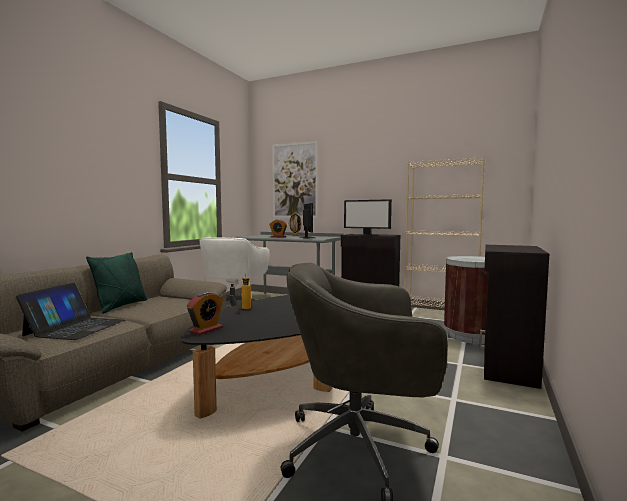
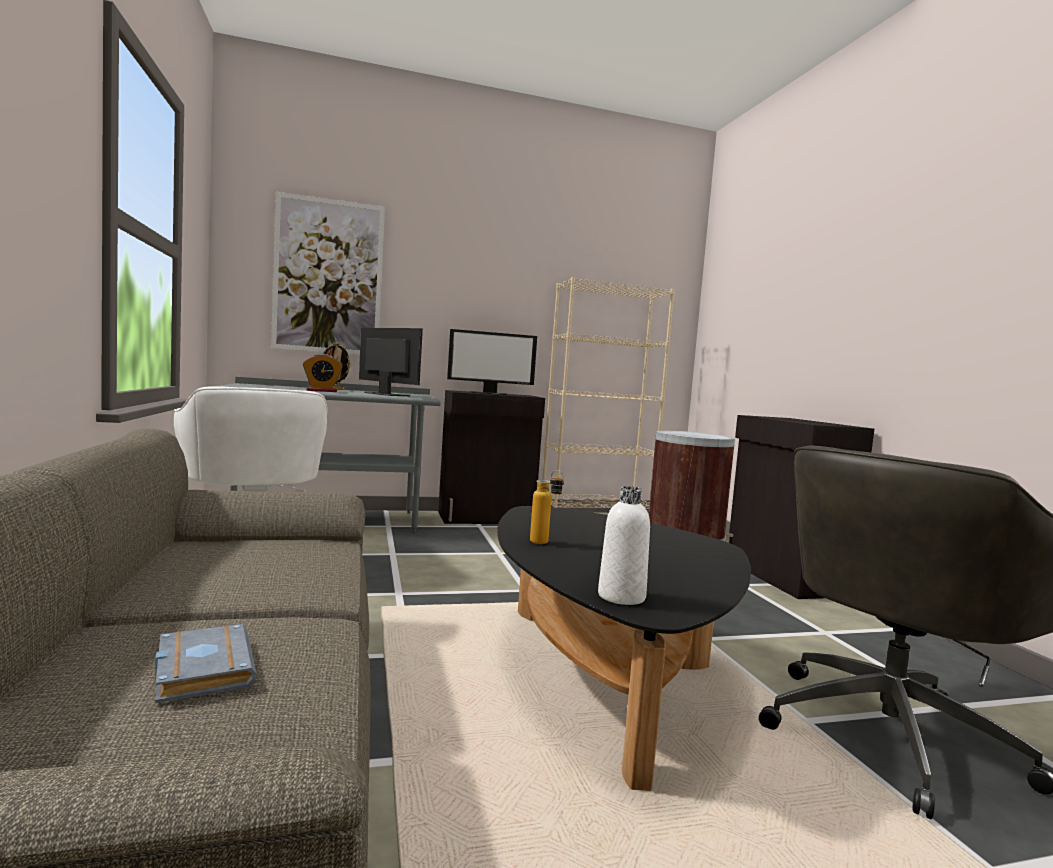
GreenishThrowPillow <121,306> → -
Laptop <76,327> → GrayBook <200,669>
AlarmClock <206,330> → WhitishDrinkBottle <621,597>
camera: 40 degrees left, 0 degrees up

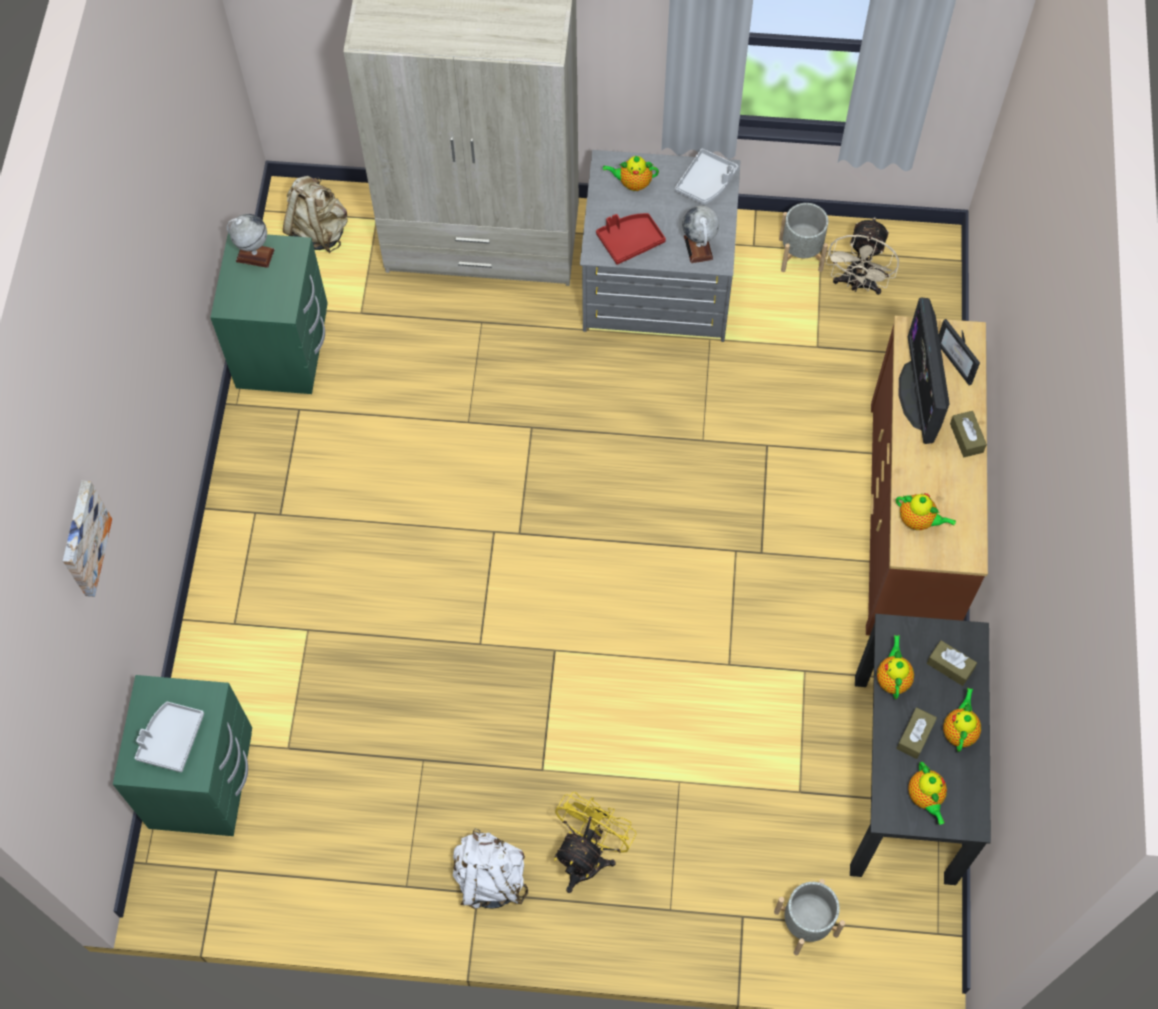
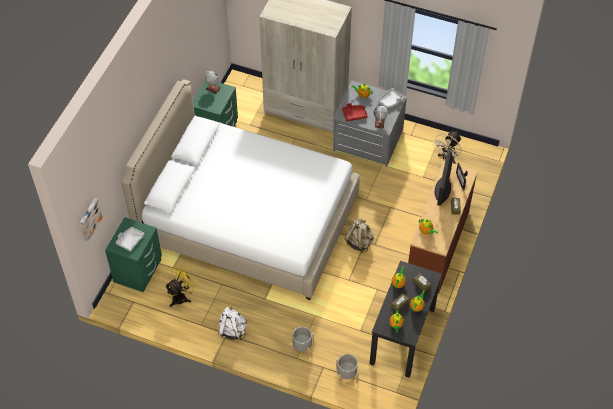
BeigeColouredRucksack <319,231> → BeigeColouredRucksack <359,242>, shifted
GrayFlowerPot <801,254> → GrayFlowerPot <302,348>, shifted
WallArt <82,538> → WallArt <89,219>, shifted
YellowishCoolingFan <588,855> → YellowishCoolingFan <182,296>, shifted
- → WhitishSleepingBed <248,220>
camera: 15 degrees right, 10 degrees down

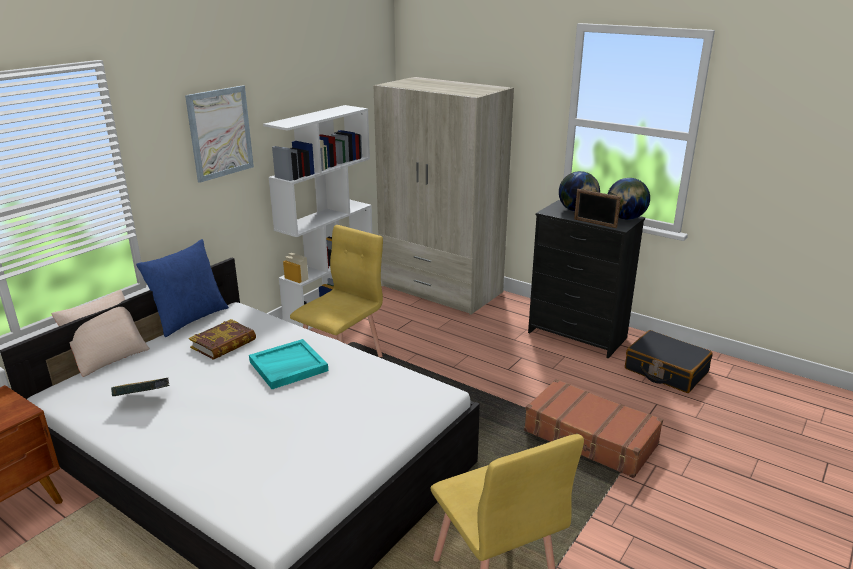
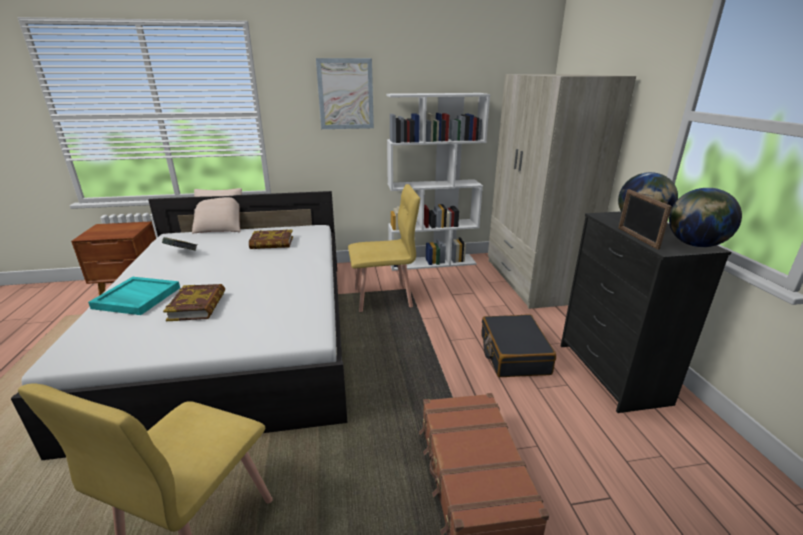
BlueColouredThrowPillow <189,318> → -
BlackTravelCase <665,371> → BlackTravelCase <513,354>, shifted
TurquoiseColouredServingTray <288,367> → TurquoiseColouredServingTray <136,298>, shifted
- → Book <198,306>
camera: 45 degrees right, 0 degrees up

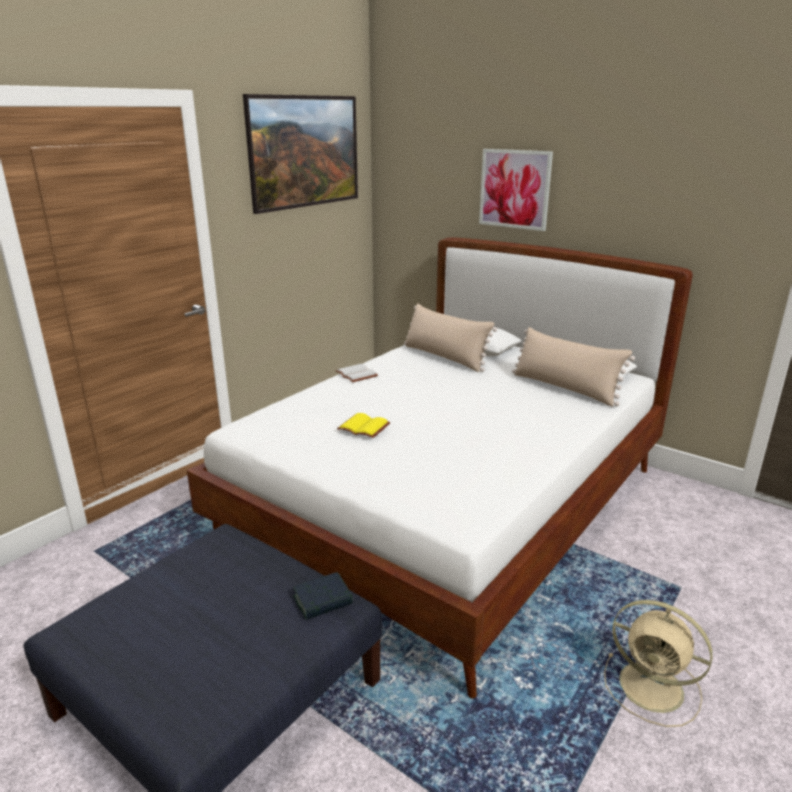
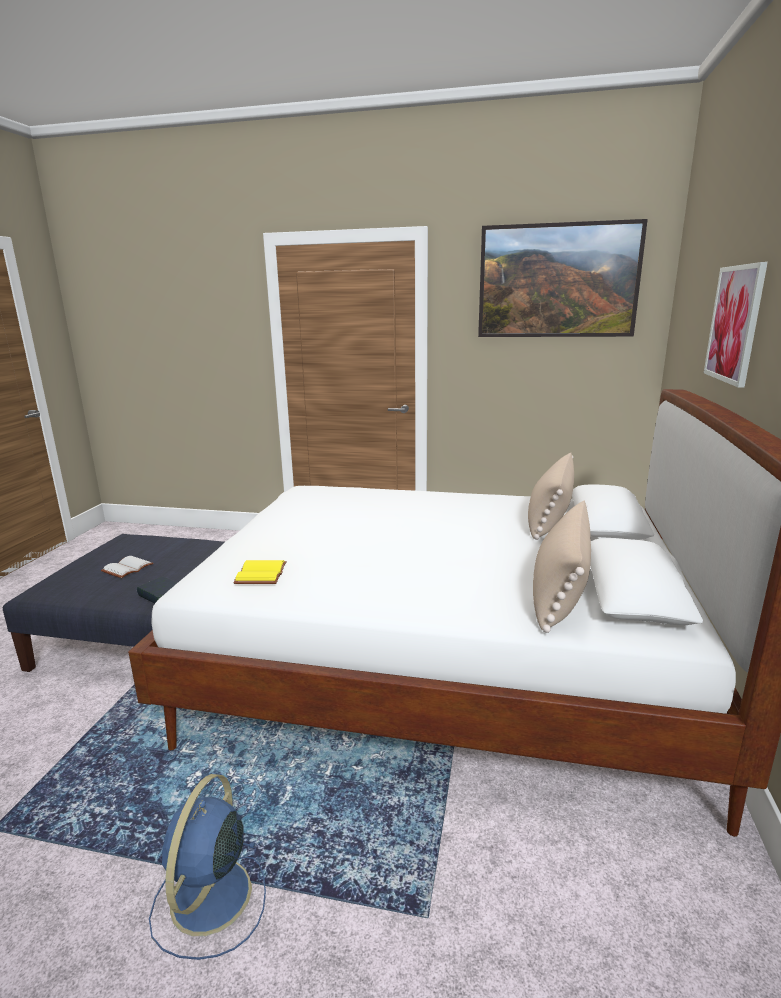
WhitishBook <357,374> → WhitishBook <128,569>, shifted
YellowishBook <365,427> → YellowishBook <262,574>, shifted
BeigeColouredCoolingFan <653,688> → BlueColouredCoolingFan <210,899>
camera: 65 degrees right, 5 degrees down

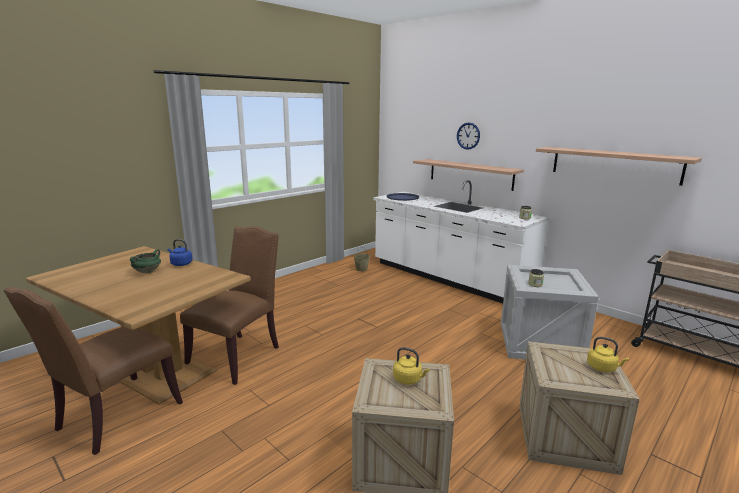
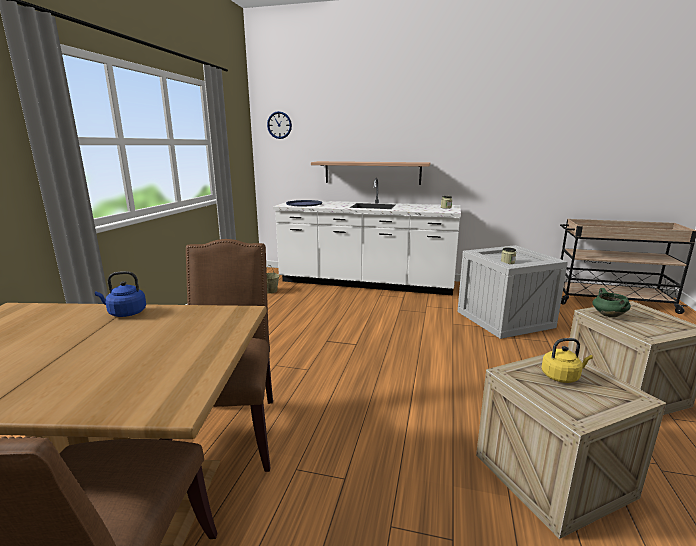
WallClock <468,136> → WallClock <279,125>, shifted
BracketShelf <614,164> → -
GreenishSaucepot <147,271> → GreenishSaucepot <608,315>, shifted
YellowishTeaKettle <603,368> → -
camera: 30 degrees left, 0 degrees up

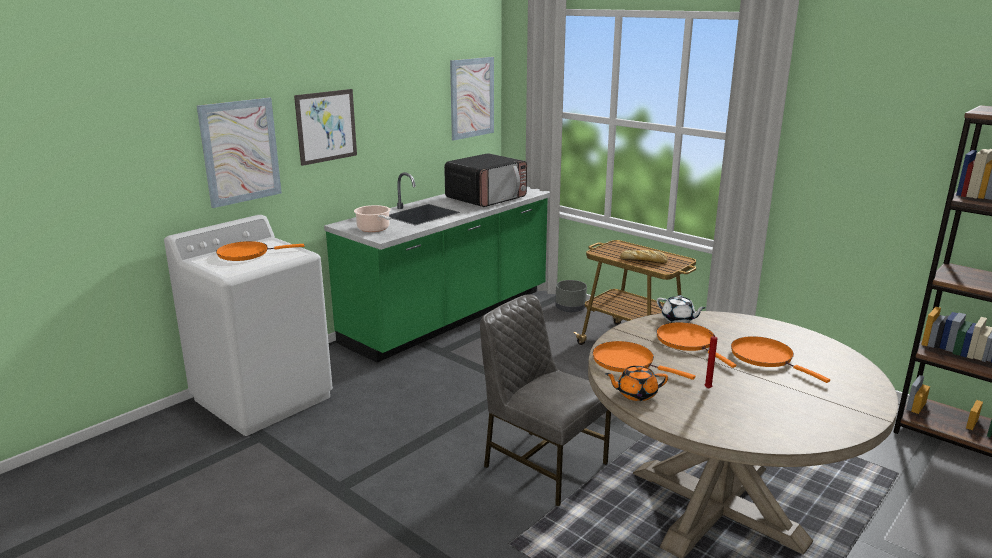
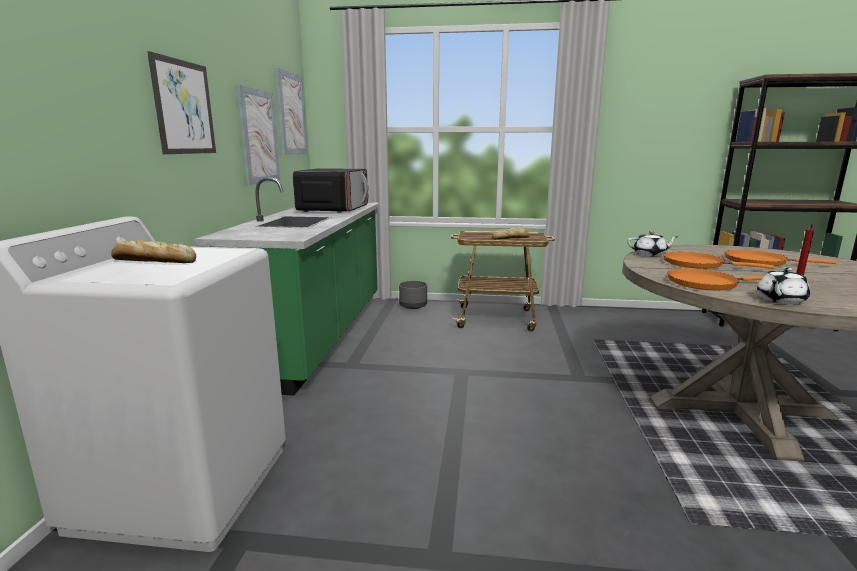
WallArt <240,151> → WallArt <259,137>, shifted
Saucepot <374,229> → -
OrangeySkillet <247,254> → BakedBread <153,261>
GrayUprightChair <543,465> → -
OrangeyTeaPot <635,394> → WhitishTeaPot <780,300>
camera: 35 degrees left, 5 degrees down

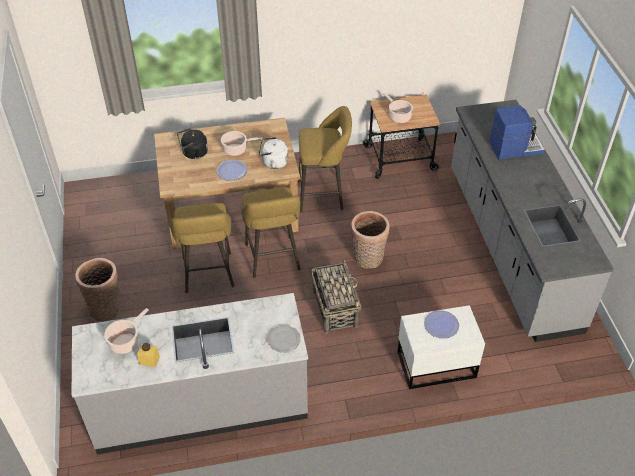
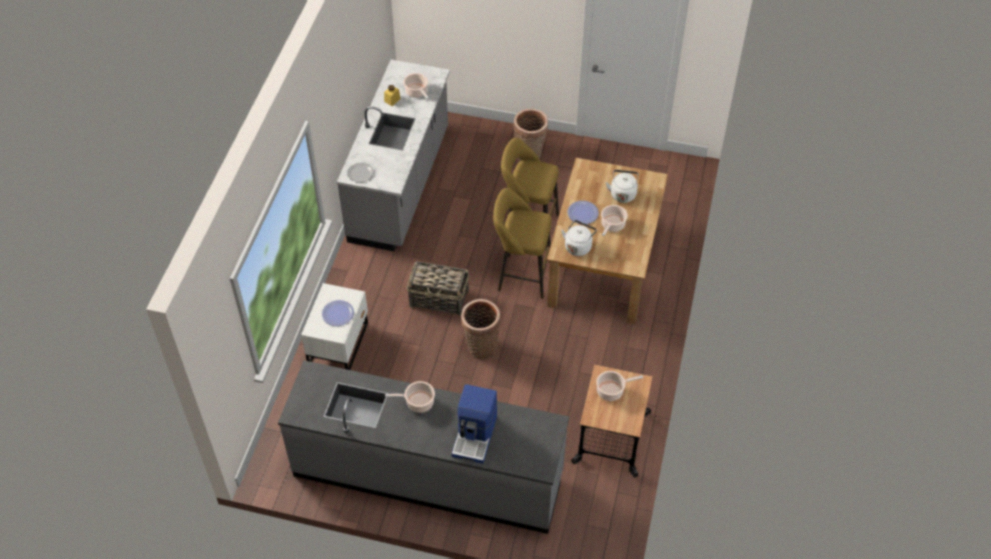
YellowishSittingStool <323,195> → -
BlackTeaKettle <193,153> → WhitishTeaKettle <623,193>
- → Saucepot <418,402>
camera: 115 degrees right, 5 degrees up

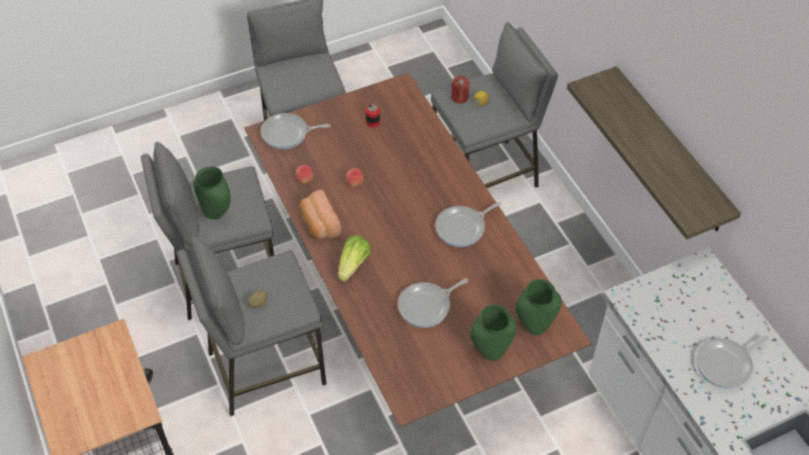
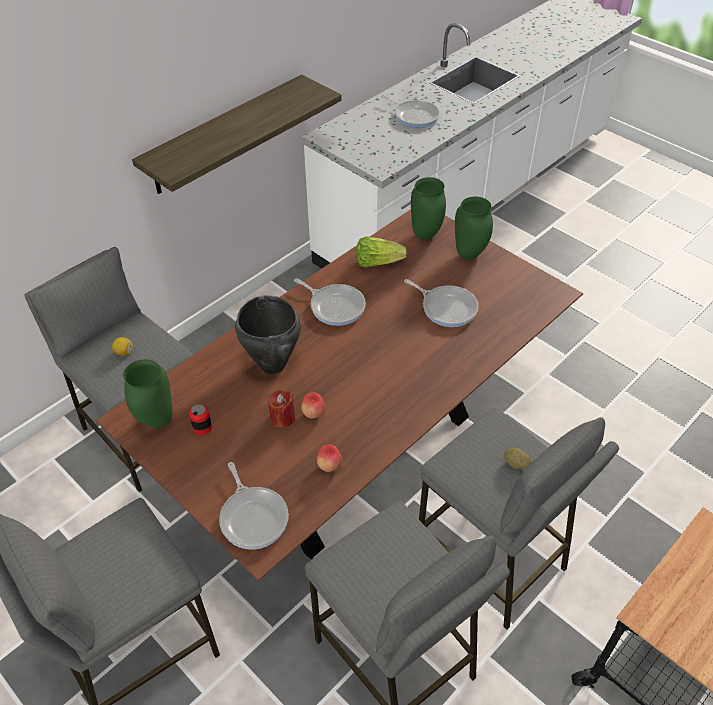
RedColouredCandle <459,97> → RedColouredCandle <282,418>, shifted
GreenishVase <218,213> → GreenishVase <156,421>, shifted
BakedBread <319,224> → -
Lettuce <353,265> → Lettuce <377,262>, shifted
- → BlackSaucepot <272,365>
camera: 110 degrees left, 5 degrees down

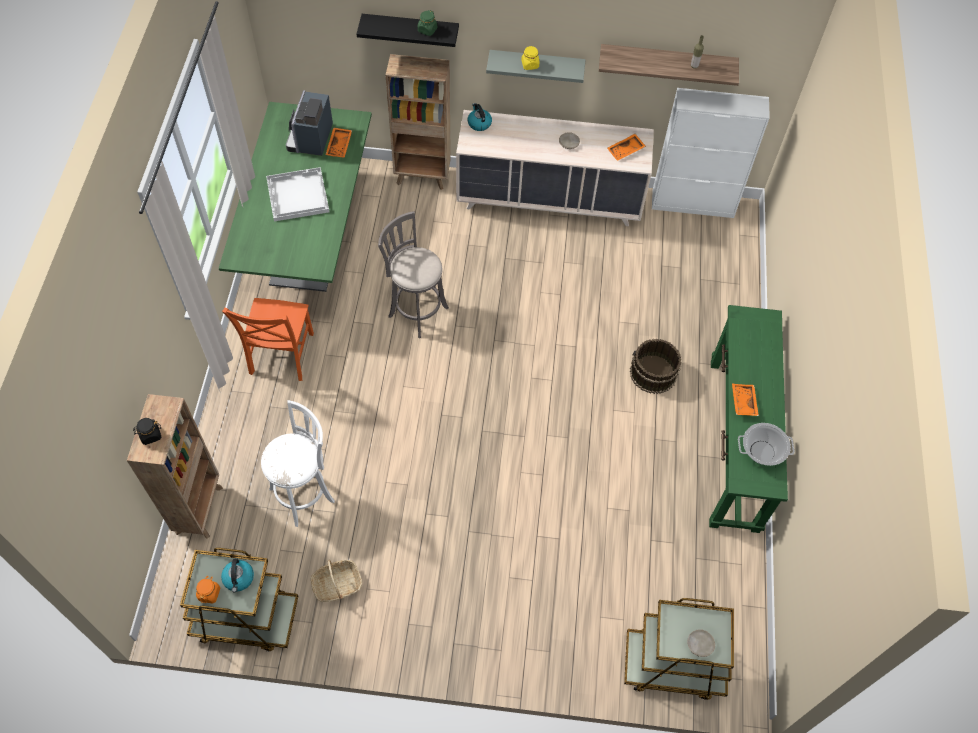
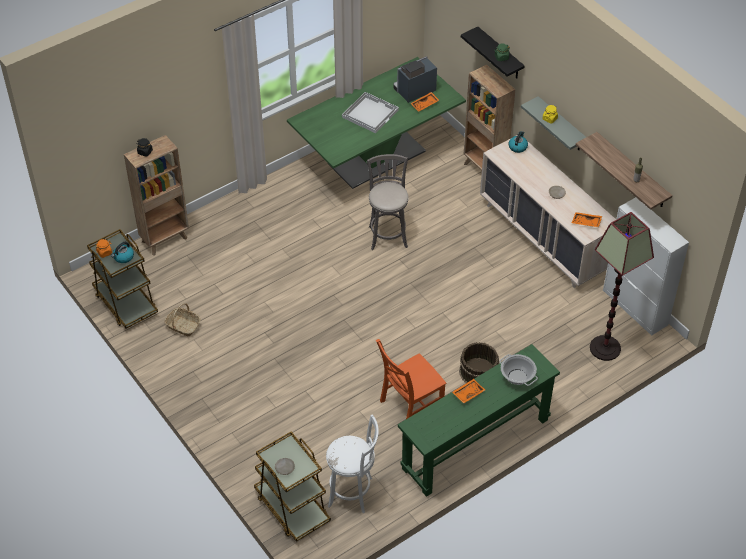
OrangeyUprightChair <280,356> → OrangeyUprightChair <409,405>, shifted
WhitishSittingStool <305,493> → WhitishSittingStool <353,493>, shifted
Saucepot <761,452> → Saucepot <517,377>, shifted
- → StandardLamp <605,348>
camera: 50 degrees right, 10 degrees down

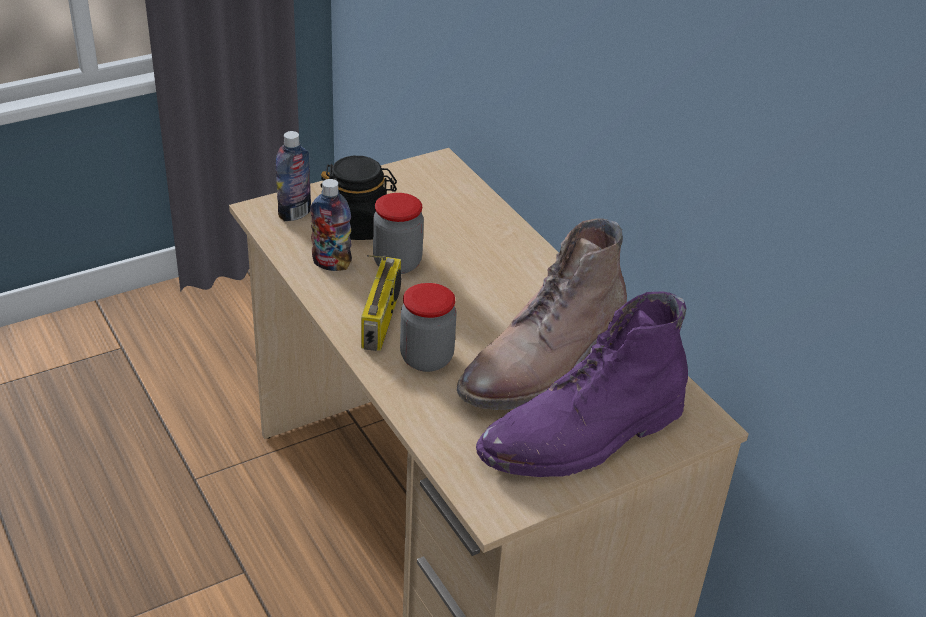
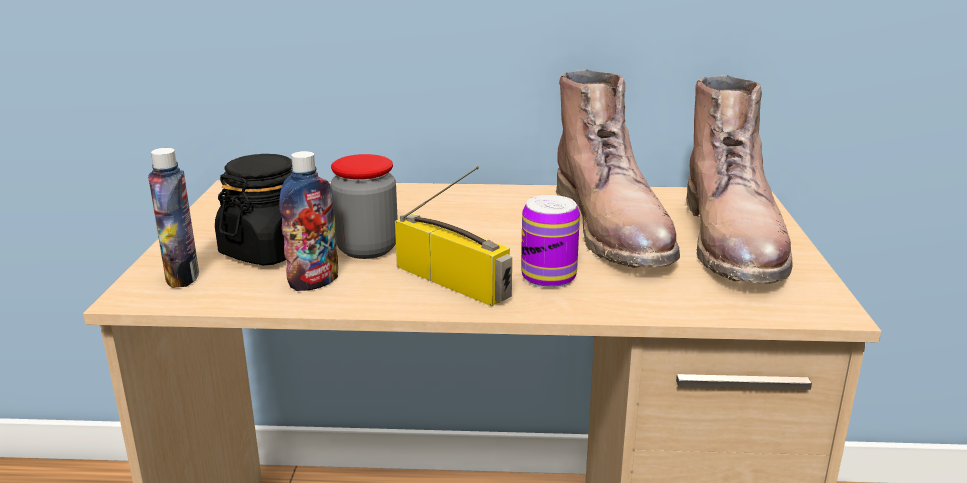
Jar <426,358> → Can <548,277>
PurpleBoot <583,436> → BrownBoot <734,242>
camera: 55 degrees left, 15 degrees down

